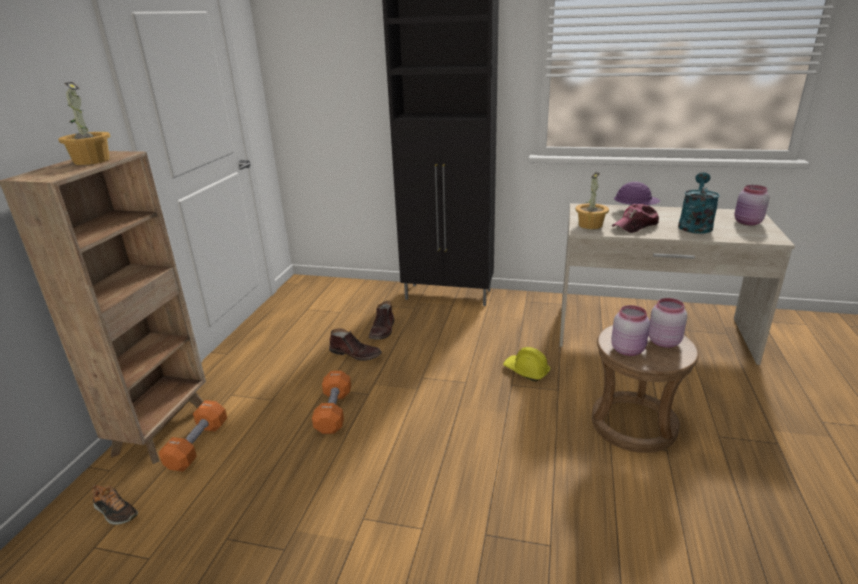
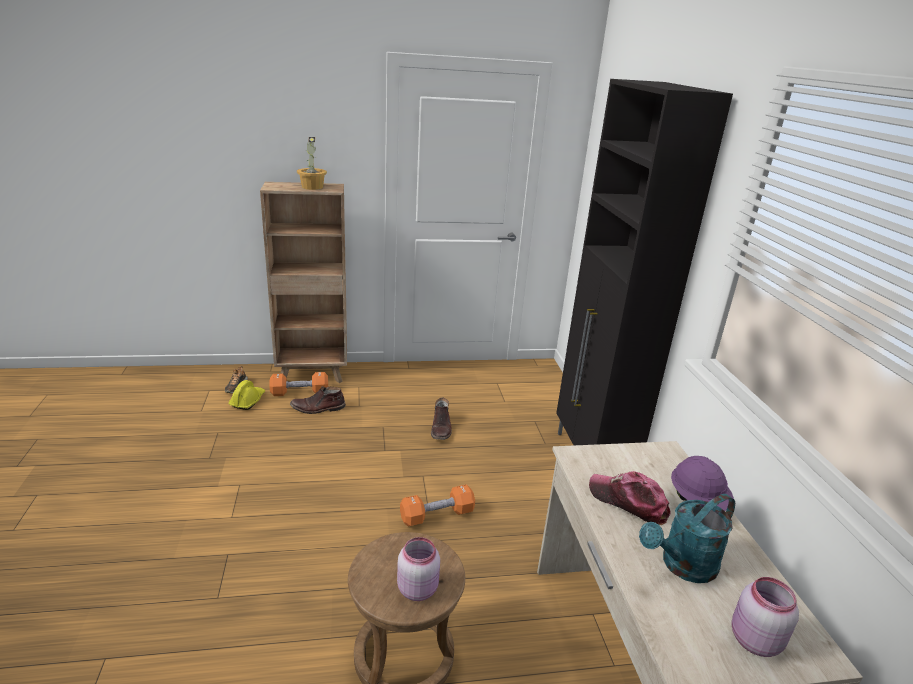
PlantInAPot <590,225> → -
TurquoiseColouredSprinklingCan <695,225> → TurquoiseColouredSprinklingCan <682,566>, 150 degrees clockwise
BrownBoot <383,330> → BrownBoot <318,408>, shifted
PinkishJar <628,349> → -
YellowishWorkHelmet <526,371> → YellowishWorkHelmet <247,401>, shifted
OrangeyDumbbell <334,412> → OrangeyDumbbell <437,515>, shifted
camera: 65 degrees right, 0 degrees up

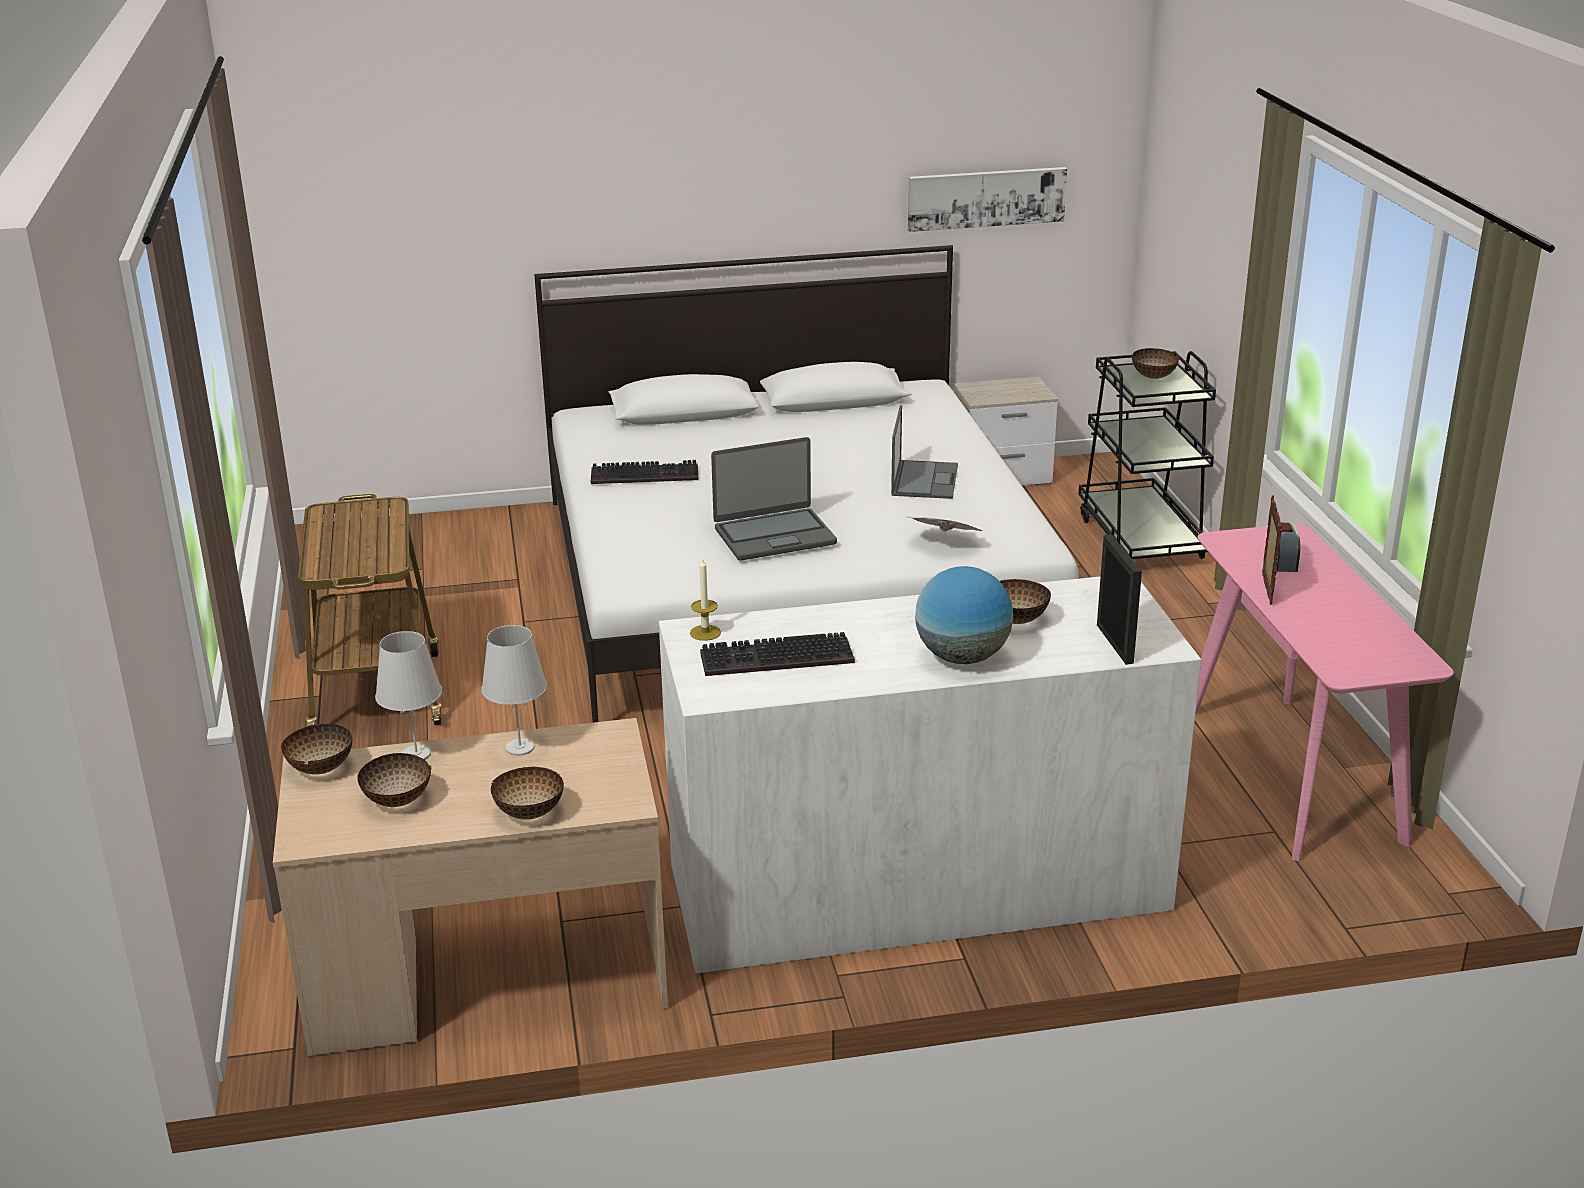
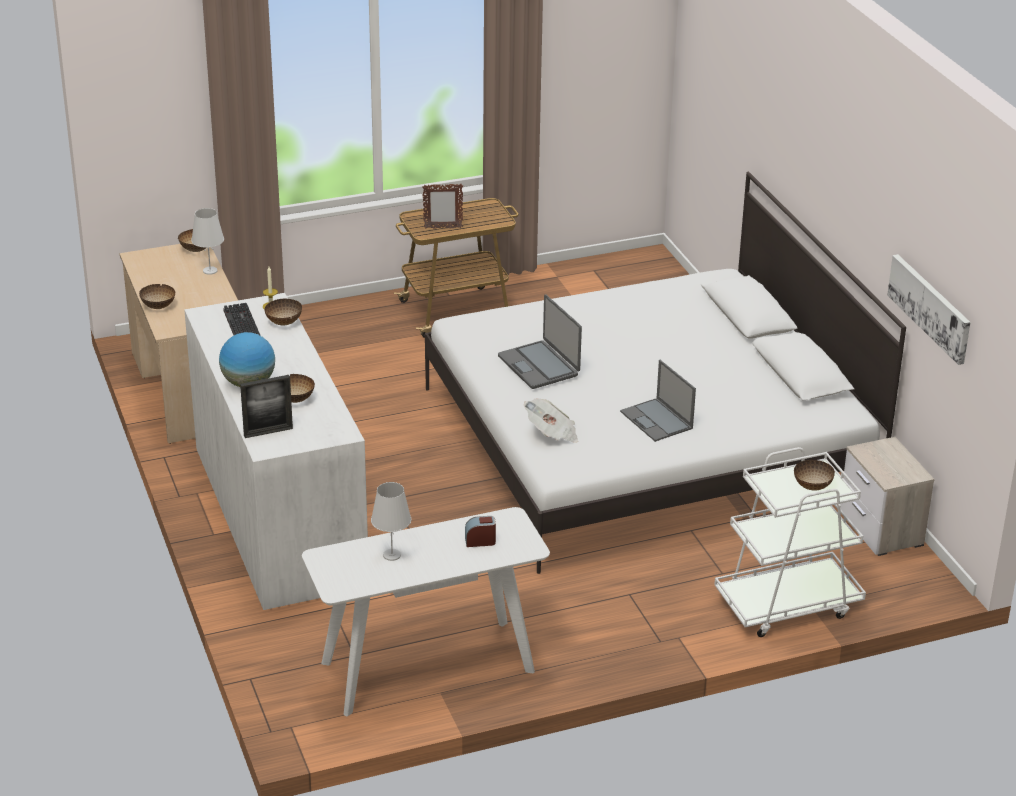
BlackWheeledCart <1140,538> → WhitishWheeledCart <787,604>
Laptop <924,479> → Laptop <657,420>, 60 degrees clockwise
PcKeyboard <646,474> → -
PhotoFrame <1266,590> → PhotoFrame <442,228>, shifted
PinkishNarrowTable <1293,773> → WhitishNarrowTable <427,667>
WhitishLampForATable <520,747> → WhitishLampForATable <392,555>, shifted
ServingBowl <397,801> → ServingBowl <283,322>, shifted
camera: 80 degrees right, 5 degrees up

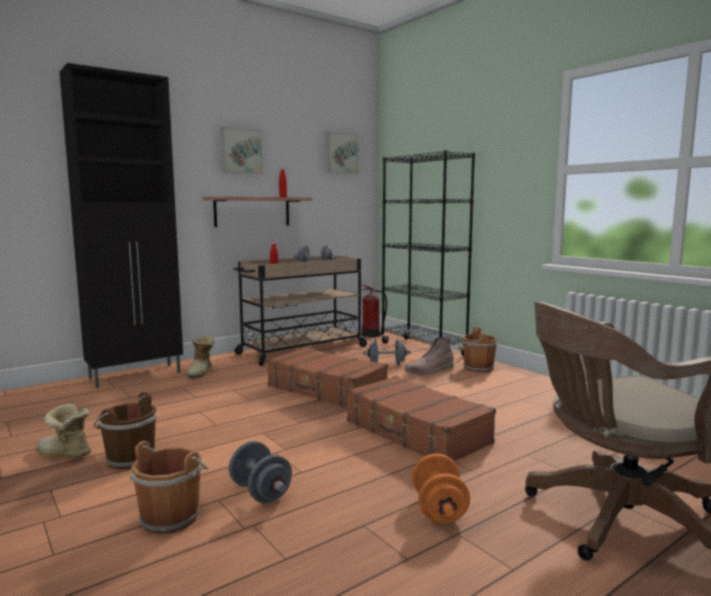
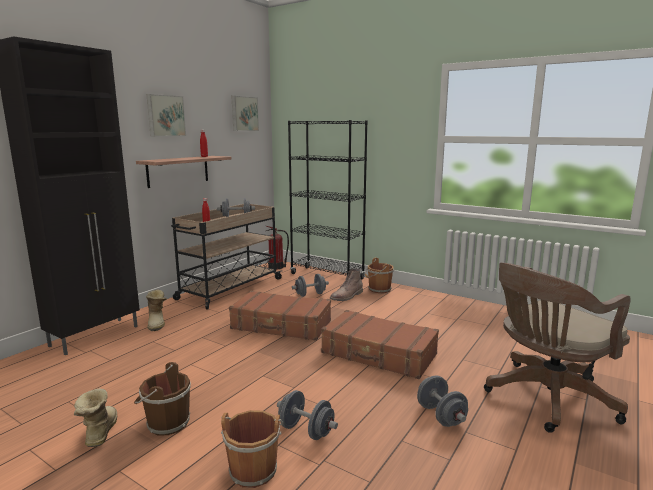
Boot <63,455> → Boot <99,433>, 75 degrees clockwise
OrangeyDumbbell <439,510> → GrayDumbbell <441,416>
camera: 20 degrees left, 5 degrees up

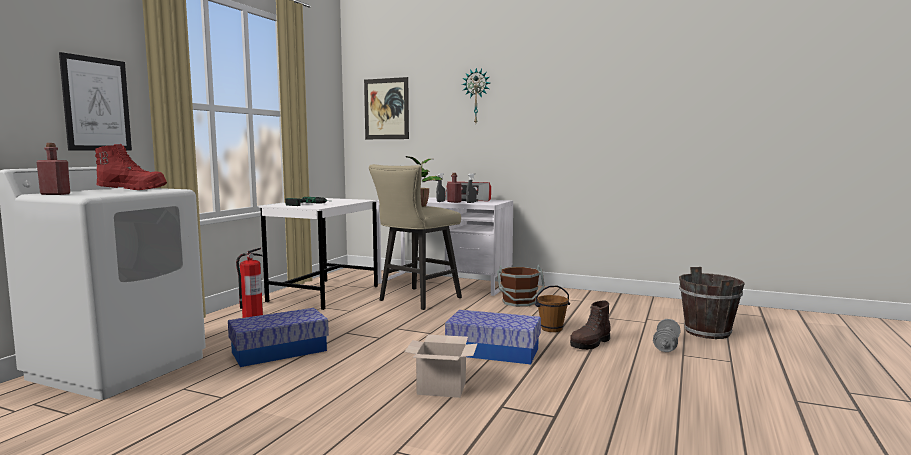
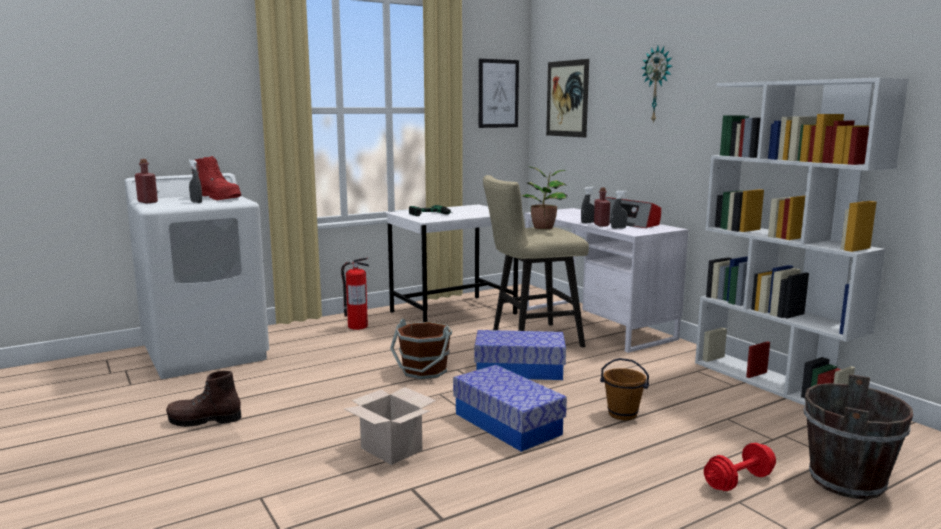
WallArt <96,104> → WallArt <498,93>, shifted
BrownBucket <519,302> → BrownBucket <424,371>, shifted
BrownBoot <590,343> → BrownBoot <204,420>, shifted
StorageContainer <279,351> → StorageContainer <519,370>, shifted
GrayDumbbell <666,345> → RedColouredDumbbell <738,481>
- → WhitishBookshelf <774,383>
- → GraySprayBottle <196,202>
camera: 35 degrees right, 5 degrees up

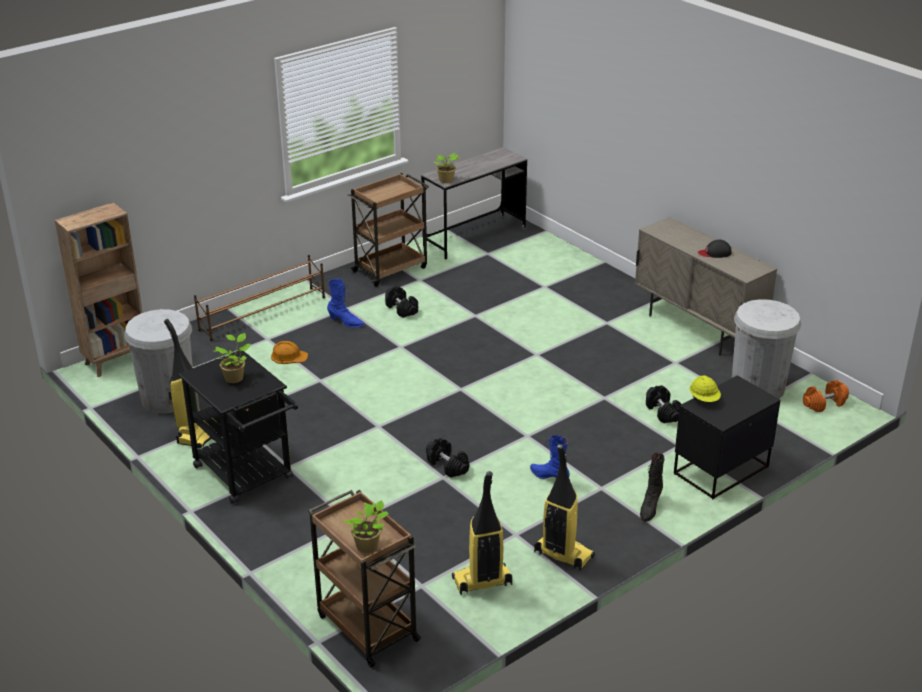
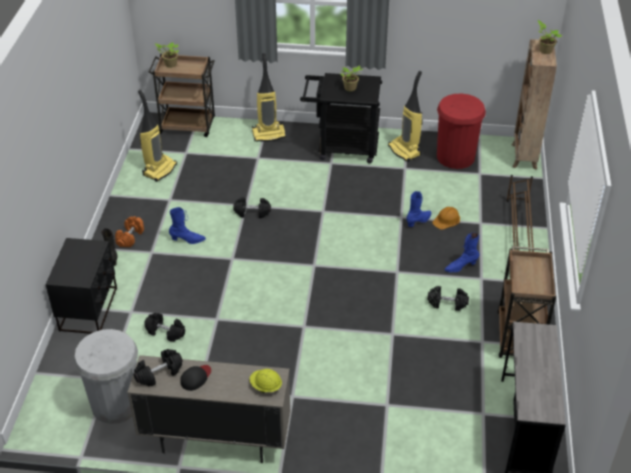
PlantInAPot <446,181> → PlantInAPot <544,50>, shifted
WhitishWasteBin <168,398> → RedColouredWasteBin <455,157>
YellowishWorkHelmet <704,399> → YellowishWorkHelmet <265,386>, shifted
OrangeyDumbbell <824,404> → OrangeyDumbbell <130,237>, shifted
Hoover <562,555> → Hoover <269,134>, shifted
- → BlueColouredBoot <419,221>
- → BlackDumbbell <159,374>
camera: 135 degrees right, 10 degrees up

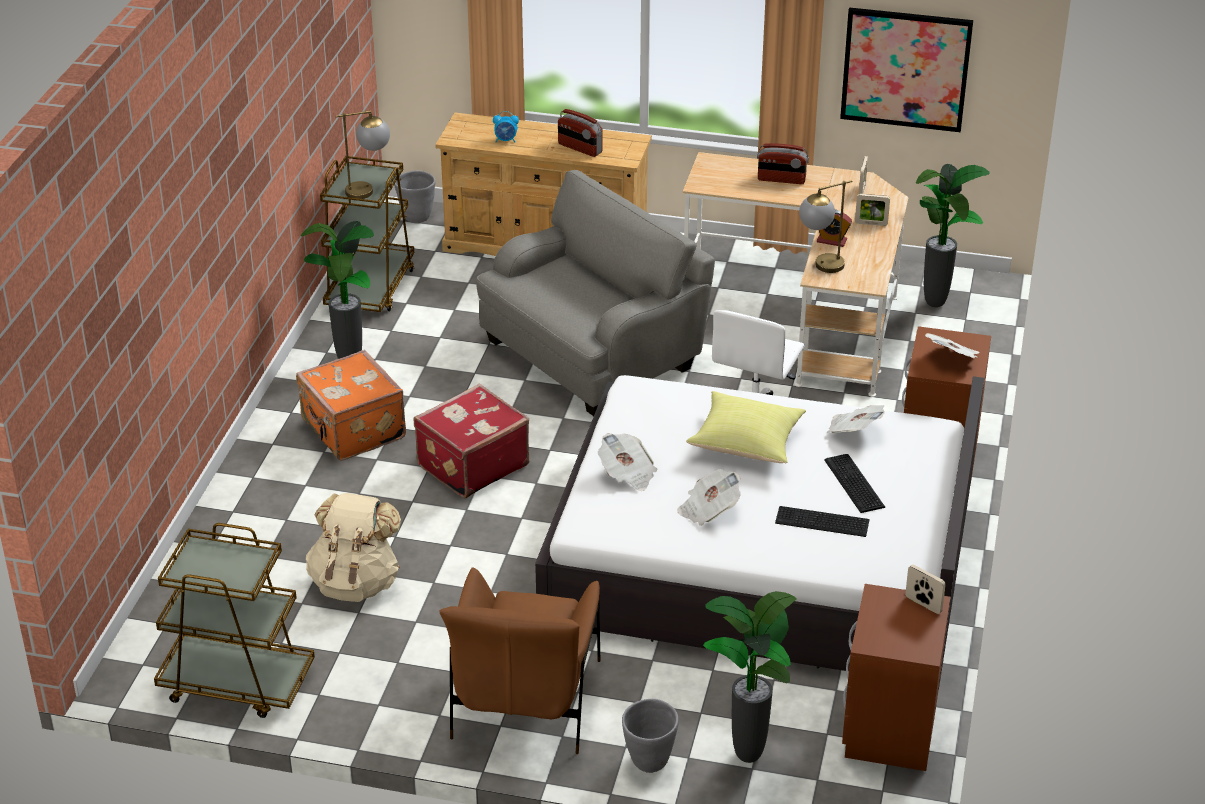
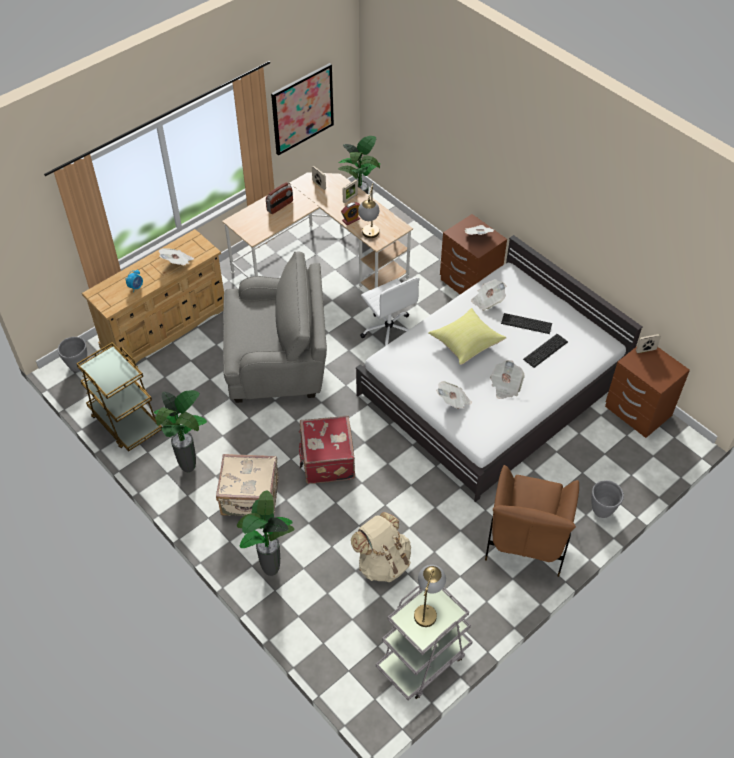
RadioSet <579,148> → Newspaper <177,262>
LampForATable <369,190> → LampForATable <427,609>, shifted
GrayEasyChair <594,352> → GrayEasyChair <278,359>, 90 degrees clockwise
OrangeyTravelCase <352,430> → BeigeColouredTravelCase <250,498>
BrownWheeledCart <236,683> → GrayWheeledCart <423,659>
BrownEasyChair <526,701> → BrownEasyChair <527,536>, 60 degrees clockwise
PlantInAPot <745,756> → PlantInAPot <270,571>, shifted
camera: 55 degrees left, 15 degrees up

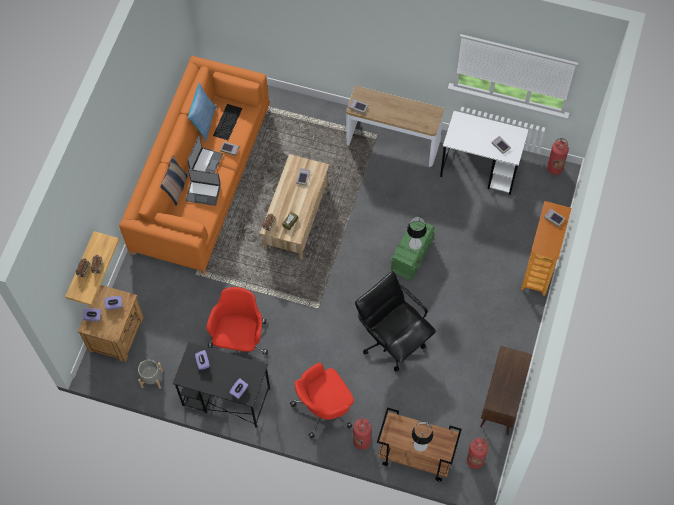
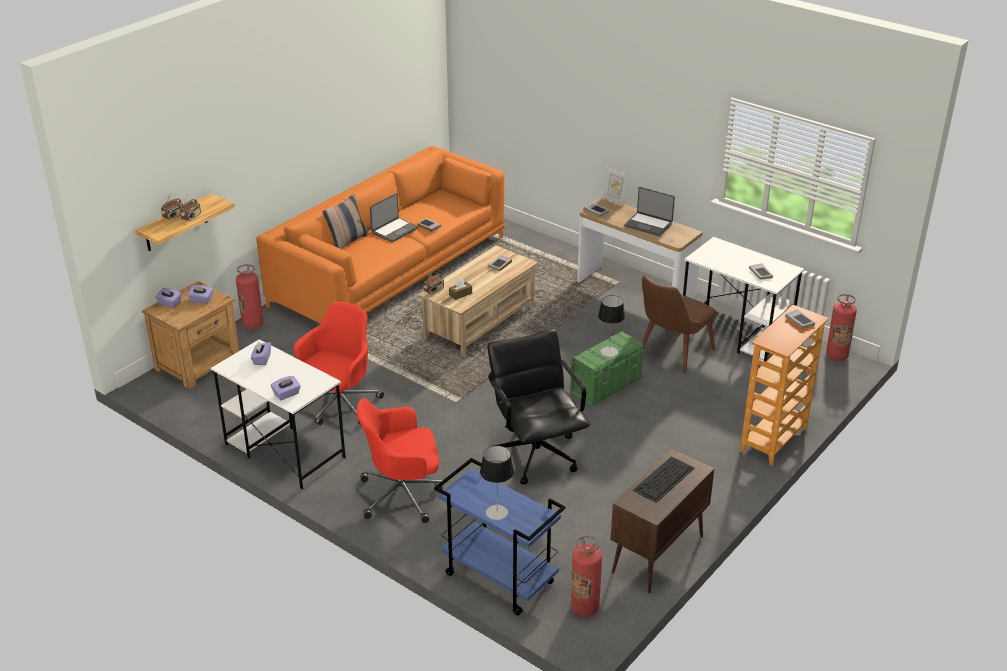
ThrowPillow <204,122> → -
PcKeyboard <227,122> → PcKeyboard <663,479>, shifted
Laptop <203,192> → Laptop <648,224>, shifted
BlackDeskUnit <225,397> → WhitishDeskUnit <284,450>
GrayFlowerPot <152,379> → -
BrownWheeledCart <415,456> → BlueColouredWheeledCart <498,578>
FireFightingCylinder <362,441> → FireFightingCylinder <253,325>, shifted
- → PhotoFrame <614,200>
- → BrownUprightChair <670,355>
camera: 20 degrees right, 30 degrees down

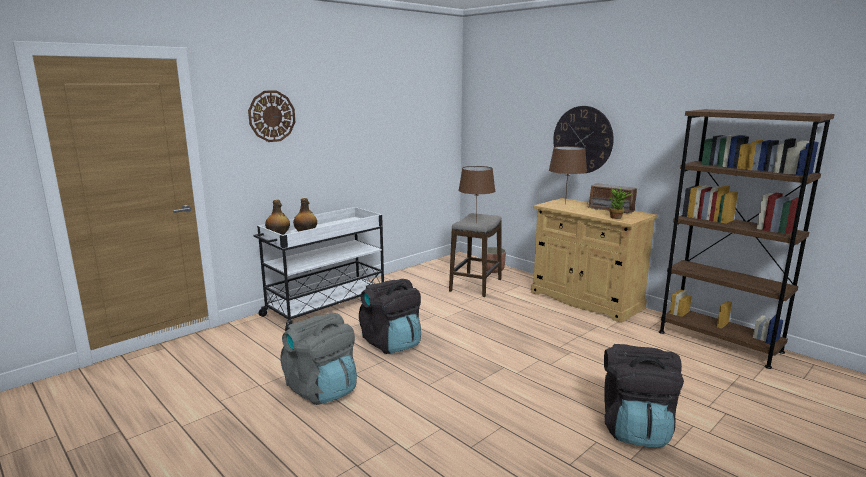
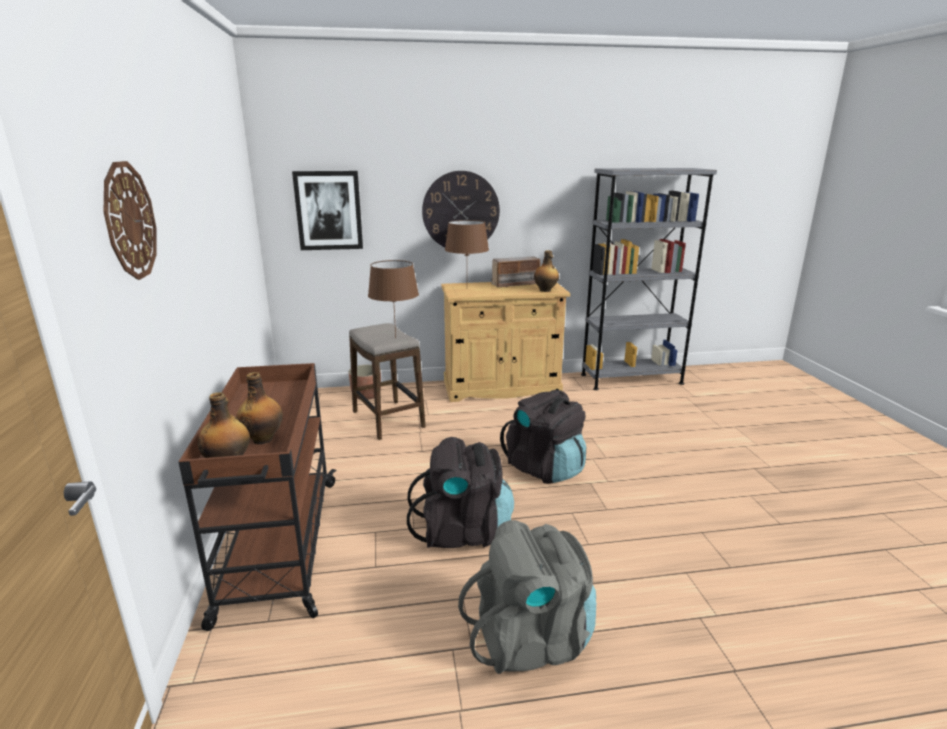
BrownBookshelf <719,342> → GrayBookshelf <631,379>
PlantInAPot <617,218> → DrinkBottle <545,290>
WhitishWheeledCart <325,307> → BrownWheeledCart <280,547>
BlackRucksack <635,428> → BlackRucksack <544,468>, shifted
- → WallArt <329,210>
camera: 55 degrees left, 5 degrees up

